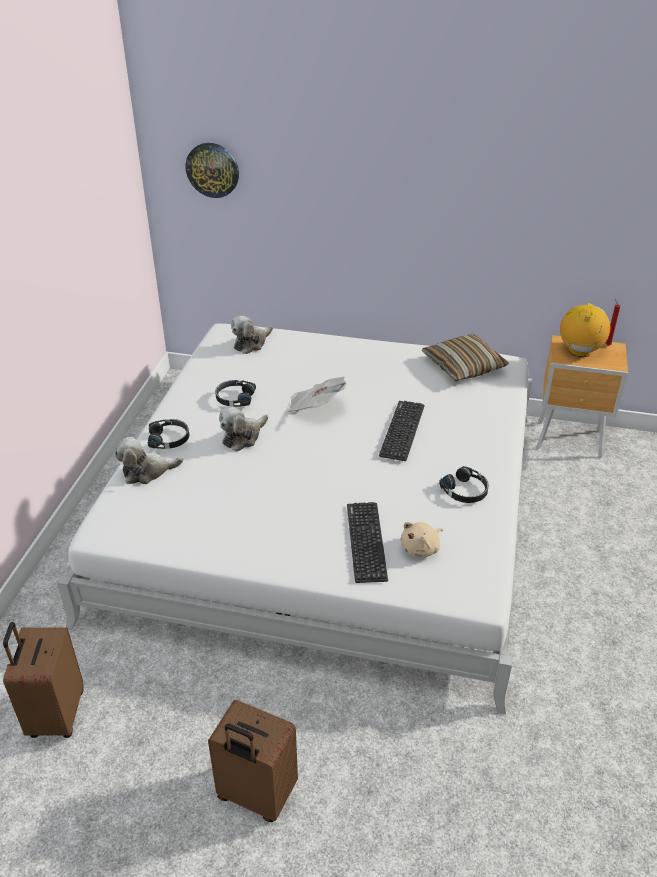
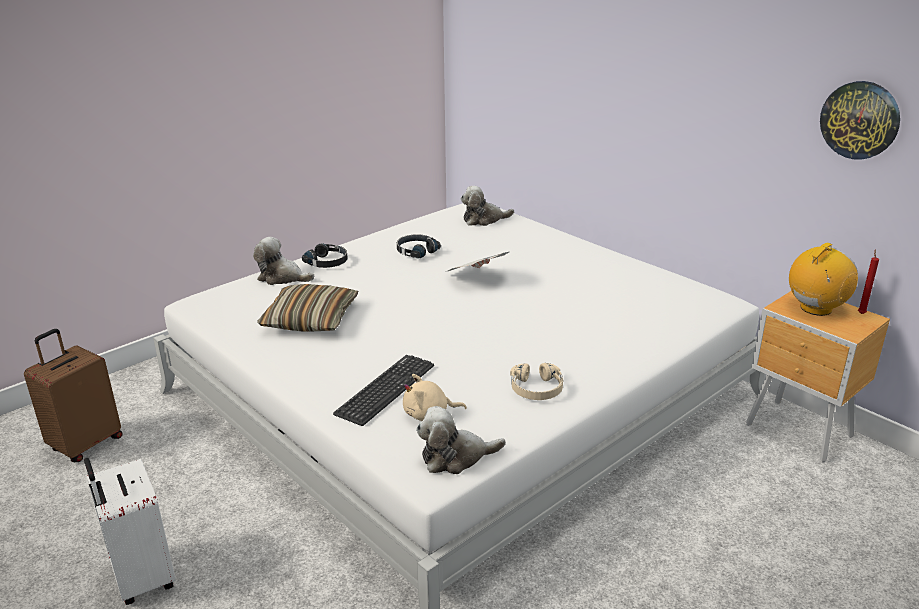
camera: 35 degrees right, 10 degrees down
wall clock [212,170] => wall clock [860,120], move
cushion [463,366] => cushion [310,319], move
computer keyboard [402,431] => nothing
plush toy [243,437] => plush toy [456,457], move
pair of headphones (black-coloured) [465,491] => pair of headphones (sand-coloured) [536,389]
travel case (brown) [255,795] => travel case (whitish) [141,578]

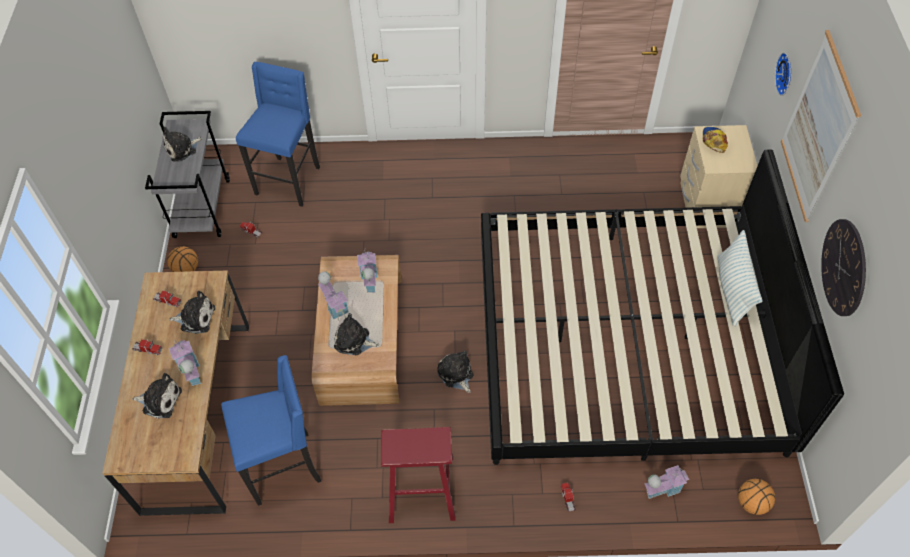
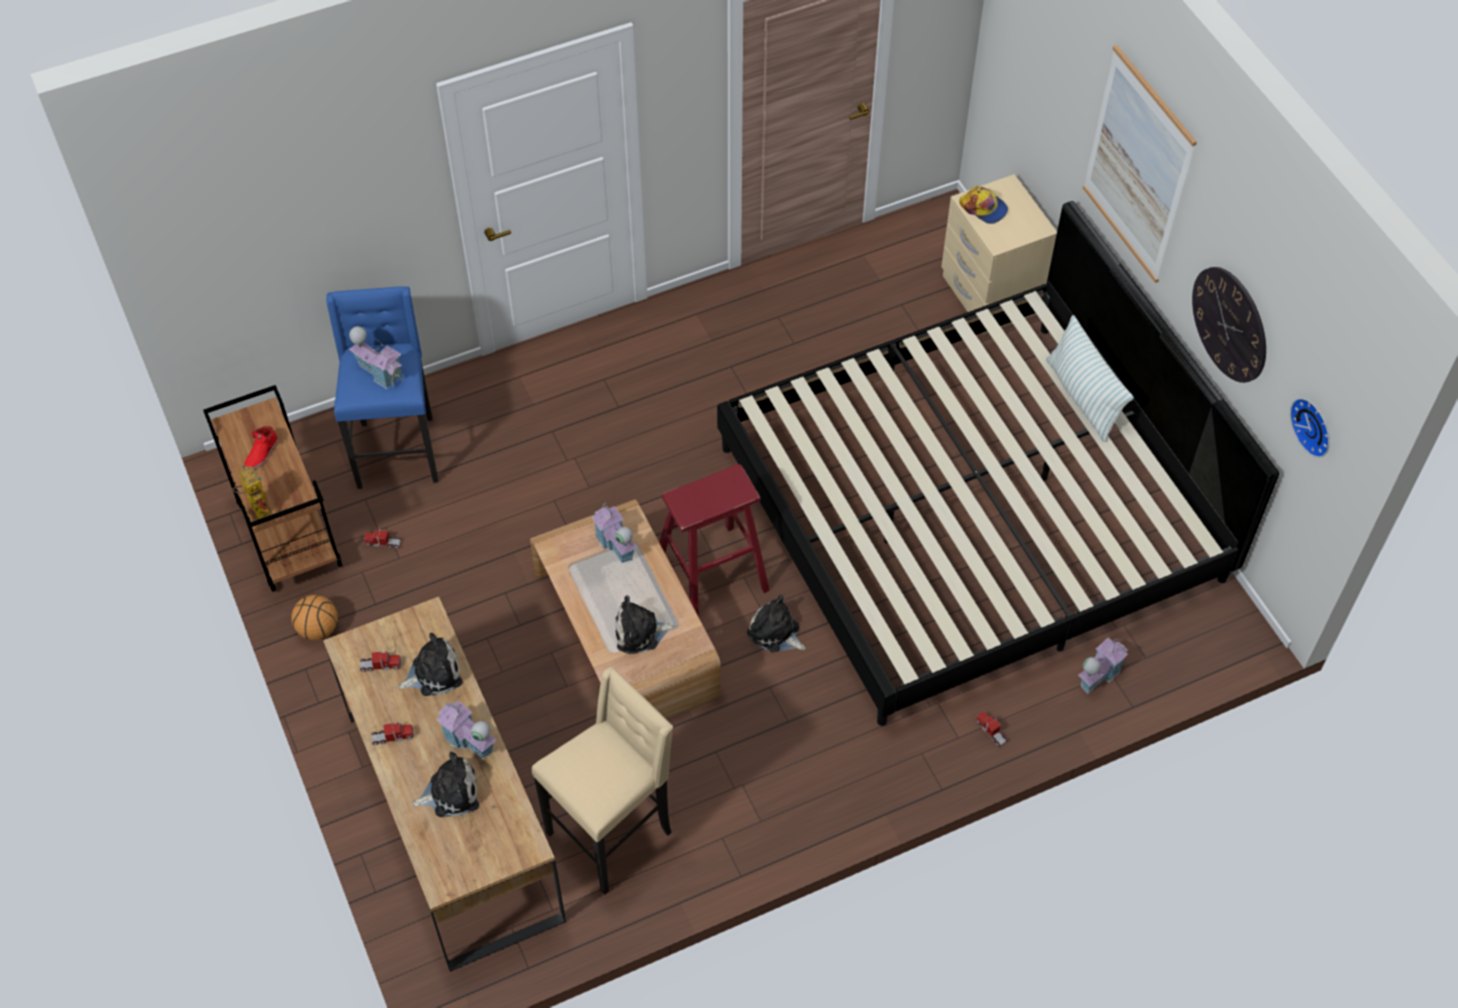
camera: 25 degrees left, 0 degrees up
wall clock [786,74] => wall clock [1314,426], move
wheeled cart (greyish) [202,207] => wheeled cart (brown) [288,534]
plush toy [182,149] => shoe (red-coloured) [262,453]
baseball cap [714,140] => baseball cap [984,208], 150 degrees clockwise
model house [335,305] => model house [380,372], move
stool seat (bluish) [285,466] => stool seat (sand-coloured) [612,833]
stool seat (red-coloured) [421,488] => stool seat (red-coloured) [712,572], move
basketball [752,503] => nothing
nothing => model robot [256,506]

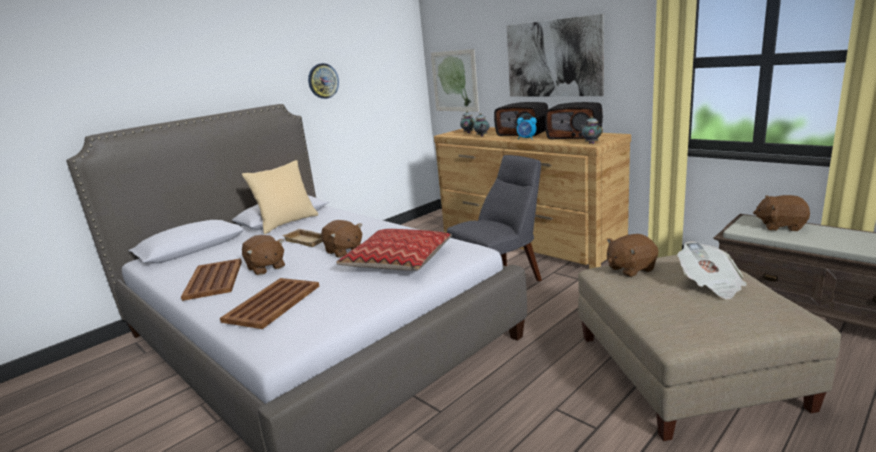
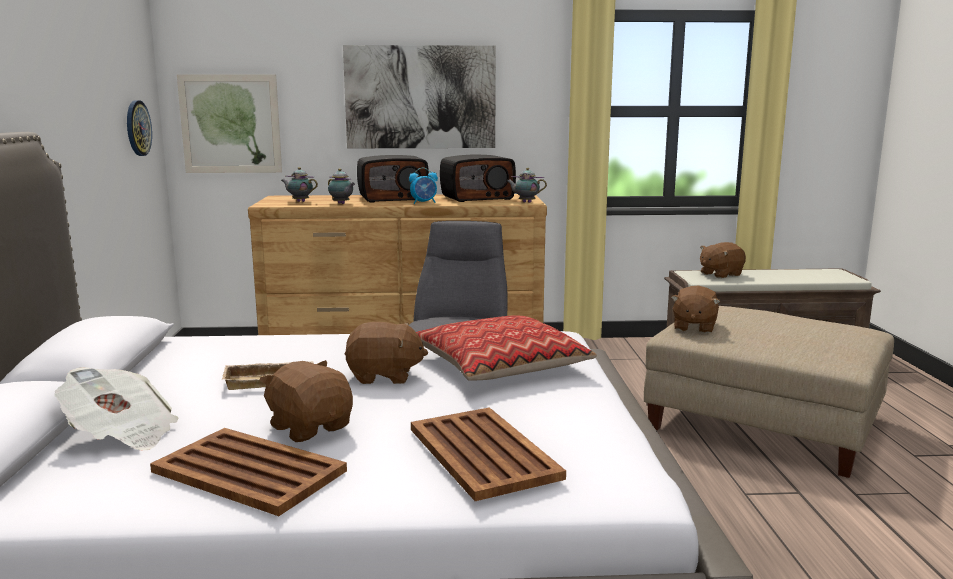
camera: 50 degrees left, 5 degrees down
wall clock [323,81] => wall clock [137,128], move
cushion (sand-coloured) [287,223] => nothing
plush toy (brown) [266,268] => plush toy (brown) [310,427], 135 degrees counterclockwise
newspaper [710,285] => newspaper [122,434], move

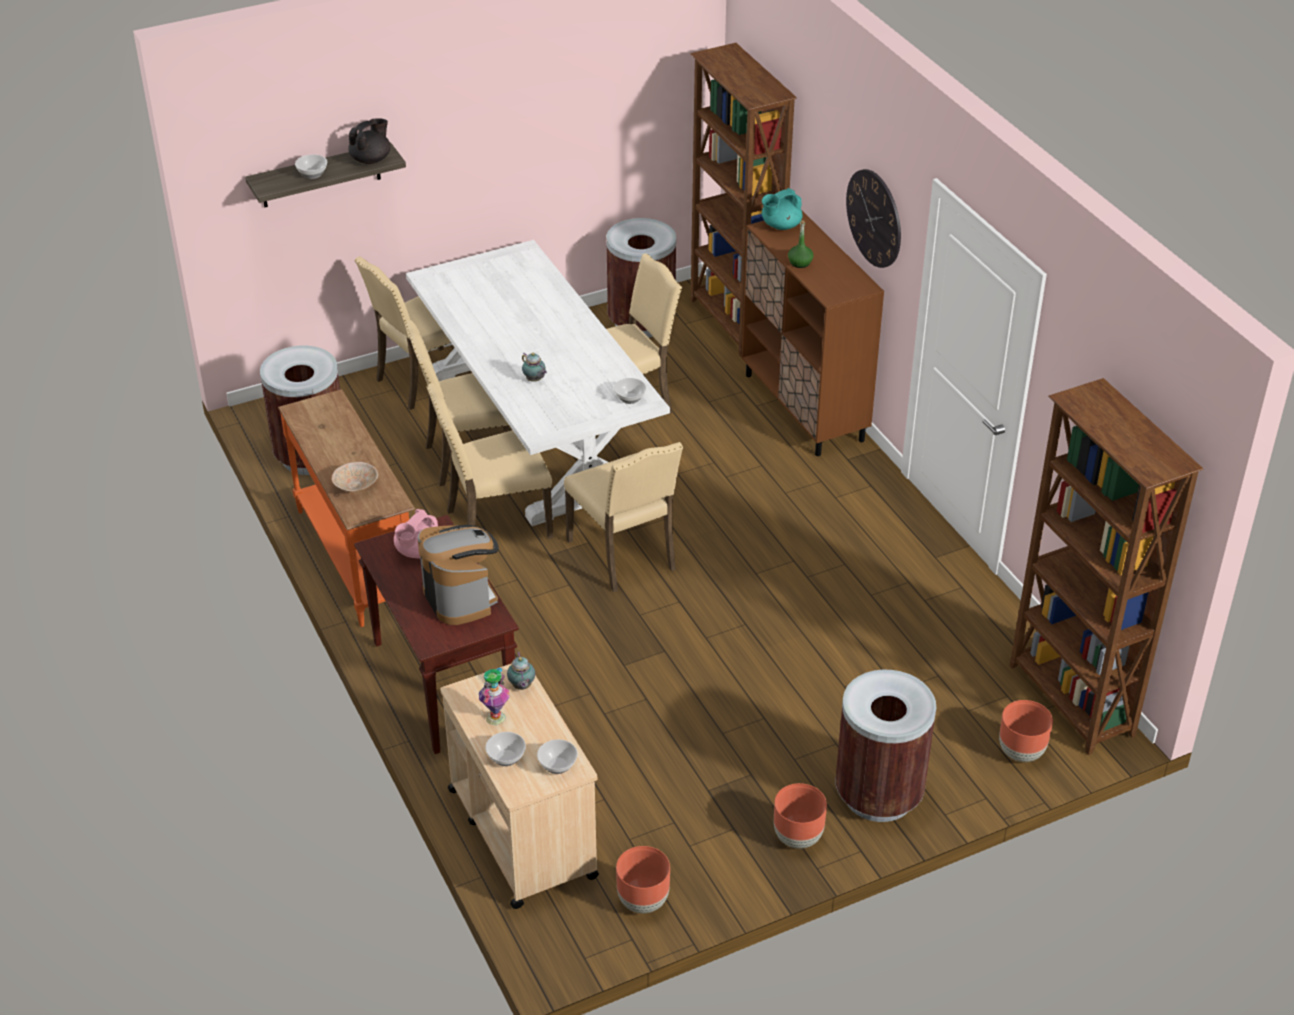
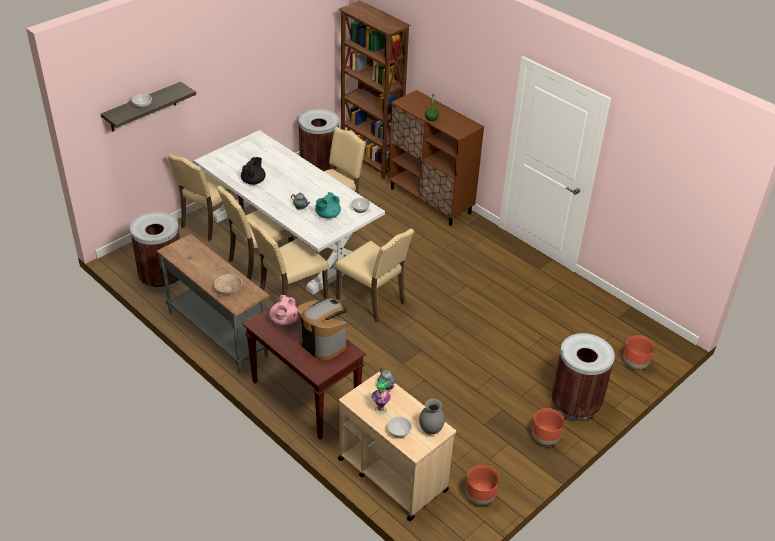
camera: 20 degrees left, 0 degrees up
tea pot (black-coloured) [371,159] => tea pot (black-coloured) [253,181], move
wall clock [874,218] => nothing
tea pot (turquoise-coloured) [780,226] => tea pot (turquoise-coloured) [327,215], move
shelving unit (brown) [1070,701] => nothing
narrow table (orangey) [357,558] => narrow table (greyish) [218,333]
deep dish [557,766] => flower vase (greyish) [431,430]

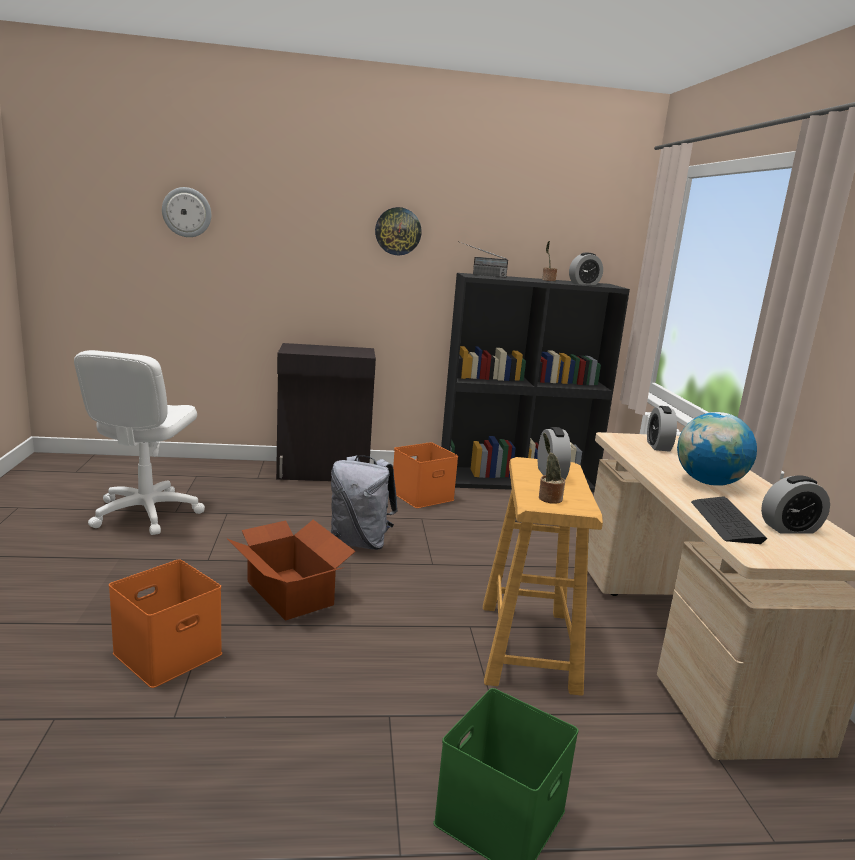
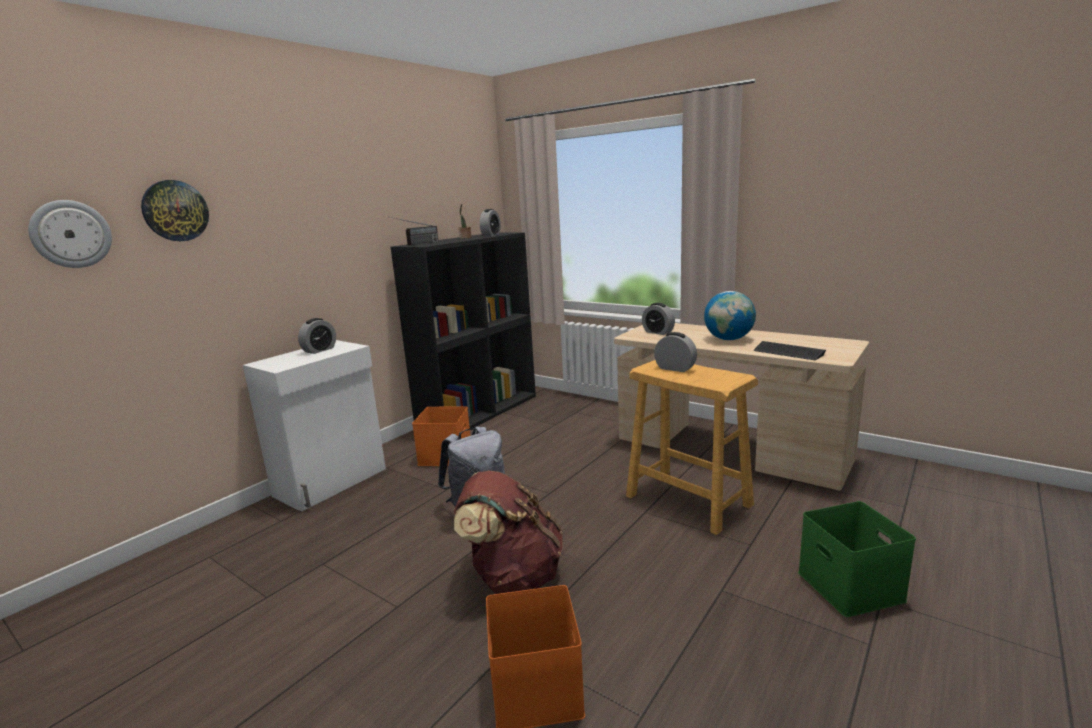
camera: 45 degrees left, 0 degrees up
wall clock [398,231] => wall clock [175,211], move
cabinet (black-coloured) [324,472] => cabinet (whitish) [332,482]
office chair (whitish) [145,513] => nothing
houseplant [548,498] => nothing
alarm clock [789,528] => alarm clock [319,350], move
packing box [290,592] => backpack (brown) [512,576]

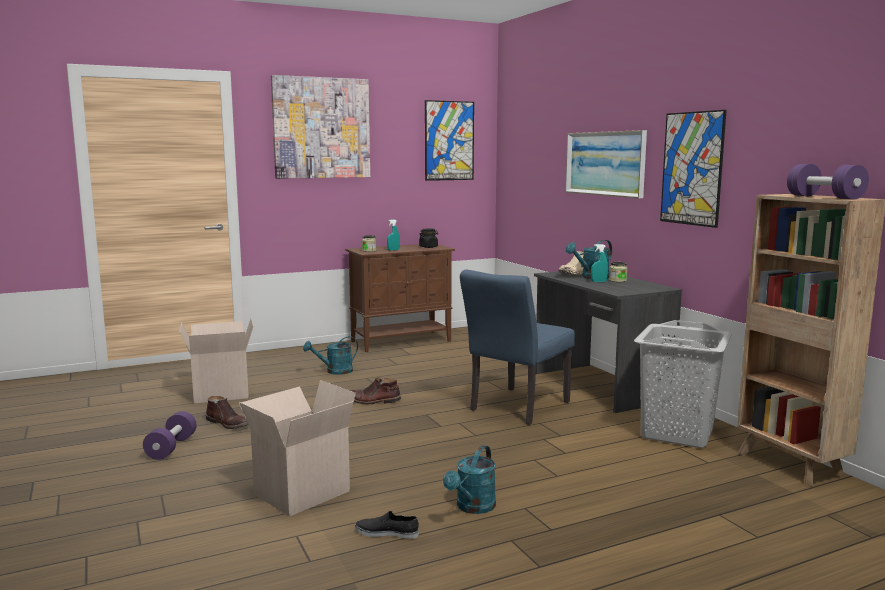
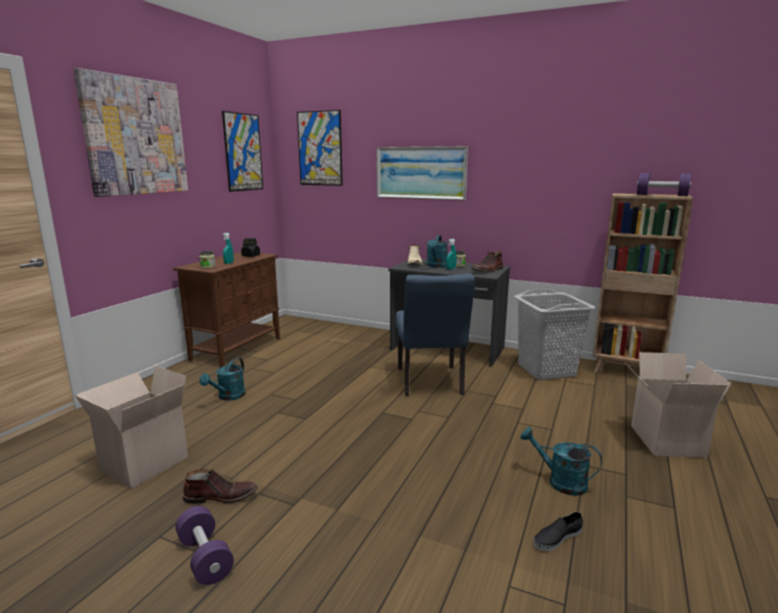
camera: 40 degrees left, 5 degrees up
picture [692,168] => picture [320,148], move
tall boot (brown) [372,401] => tall boot (brown) [487,270], move
packing box [301,491] => packing box [664,440], move
watering can (turquoise-coloured) [472,507] => watering can (turquoise-coloured) [560,481], 135 degrees clockwise

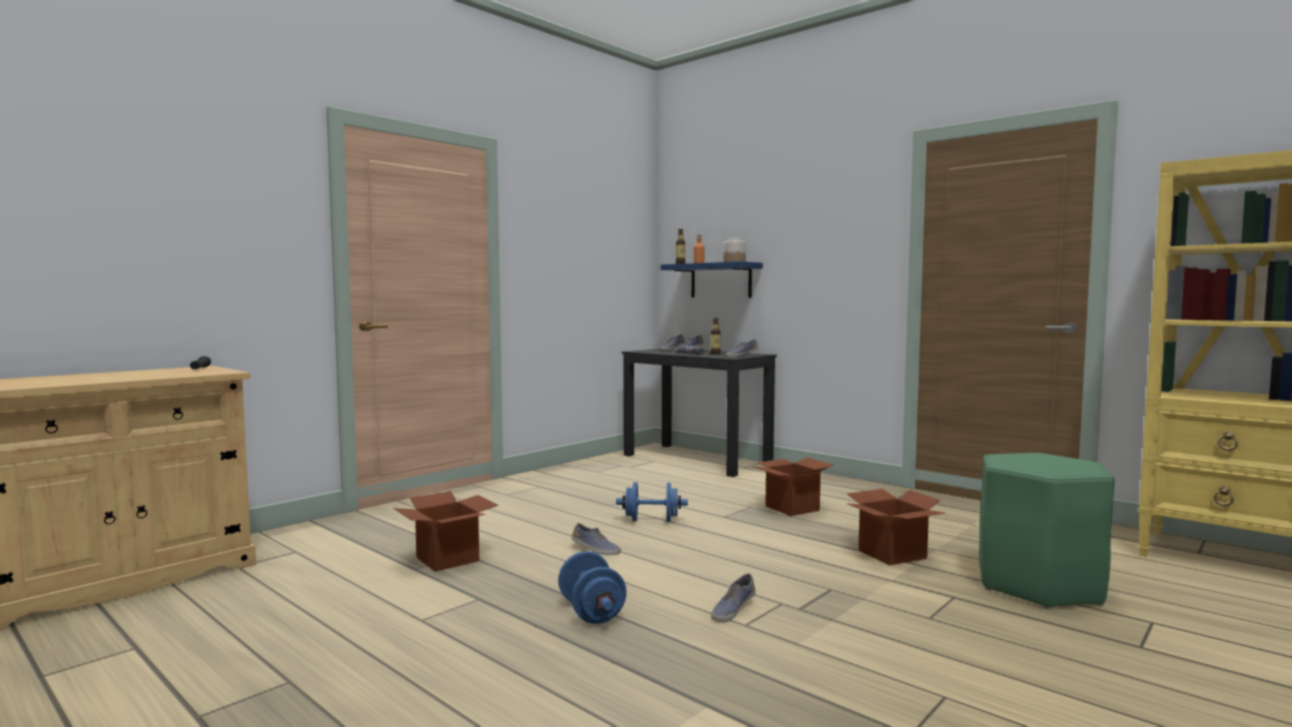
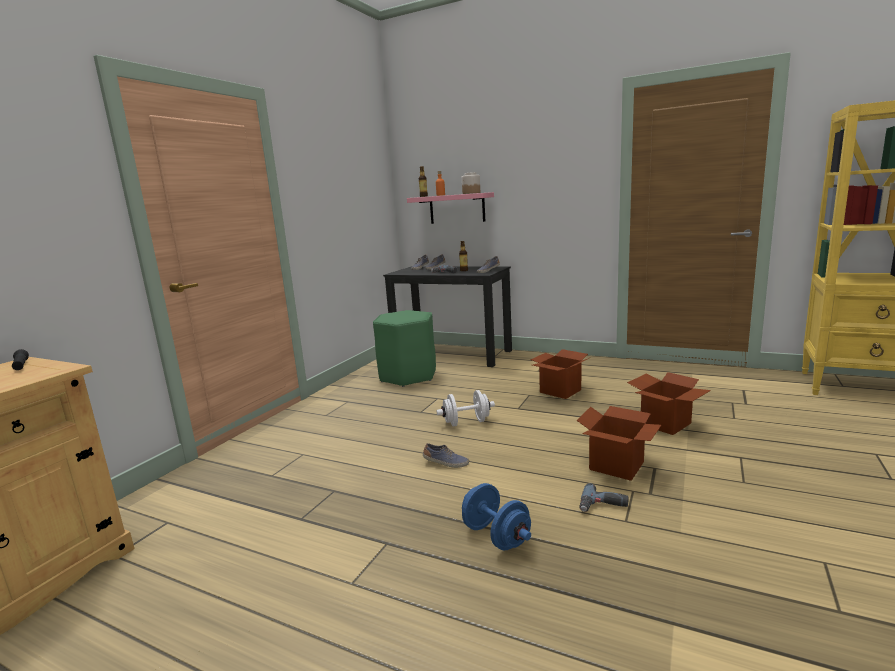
camera: 15 degrees left, 10 degrees up
wall shelf (bluish) [721,280] => wall shelf (pink) [457,208]
stool seat (green-coloured) [1038,586] => stool seat (green-coloured) [408,376], move
dumbbell (bluish) [651,520] => dumbbell (whitish) [466,422]
packing box [447,559] => packing box [616,466], move
shoe [732,610] => power drill [603,506]

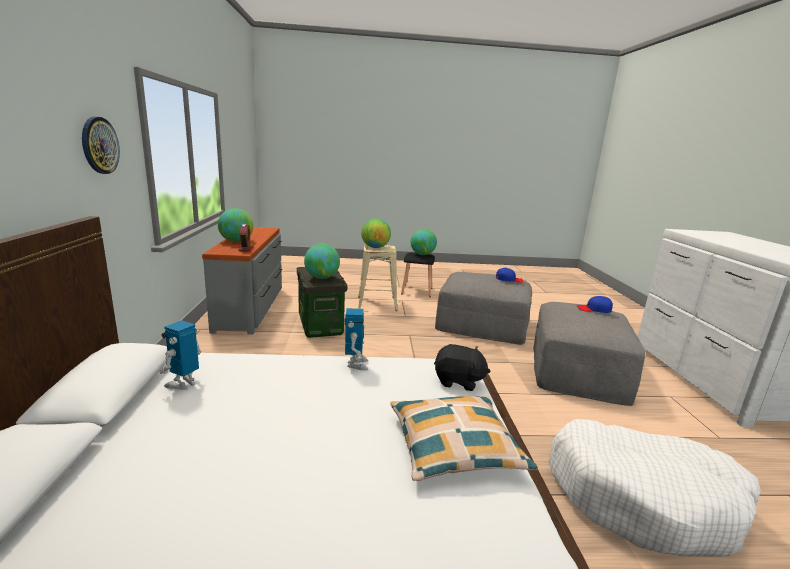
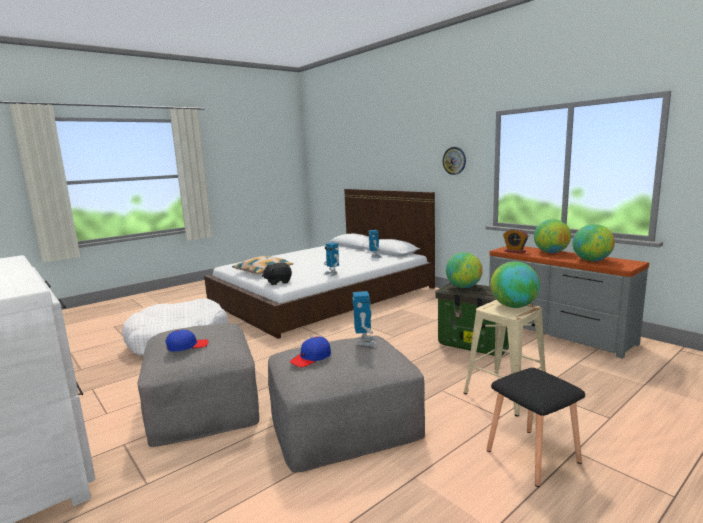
camera: 145 degrees right, 5 degrees down
desk globe [422,254] => desk globe [591,260], move
nothing => model robot [365,342]

